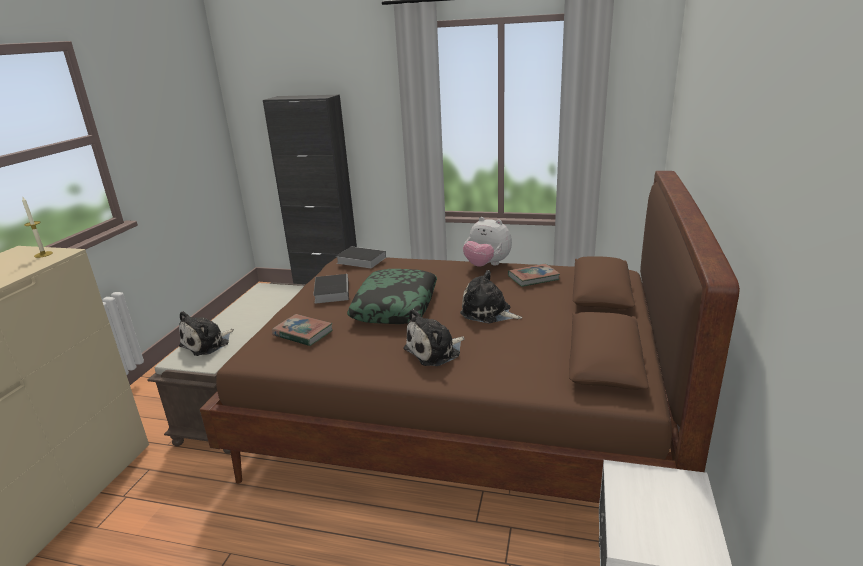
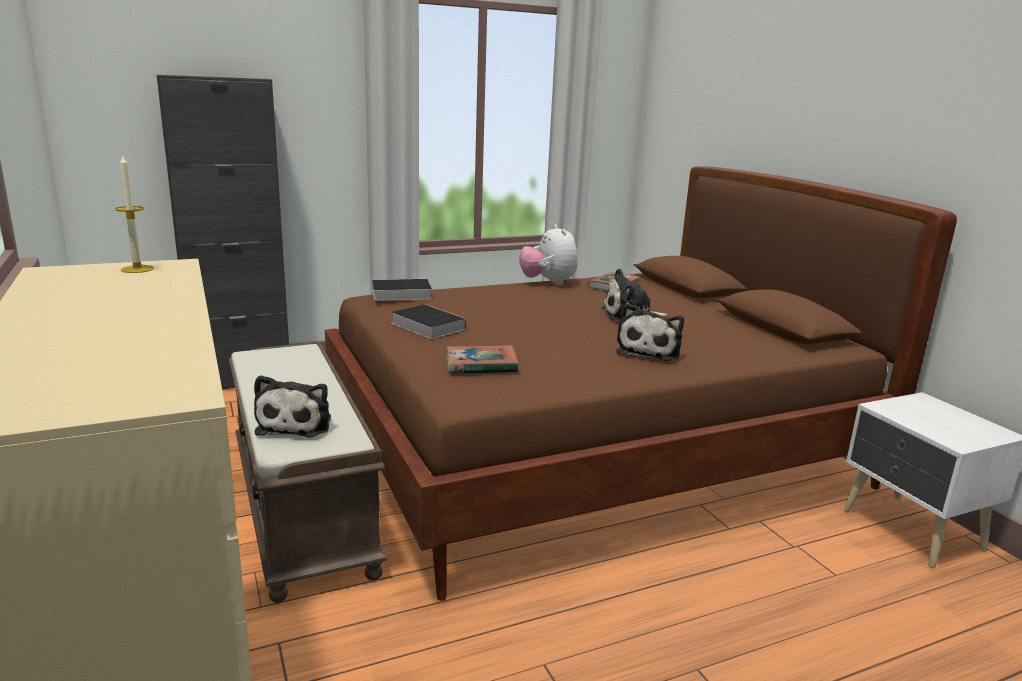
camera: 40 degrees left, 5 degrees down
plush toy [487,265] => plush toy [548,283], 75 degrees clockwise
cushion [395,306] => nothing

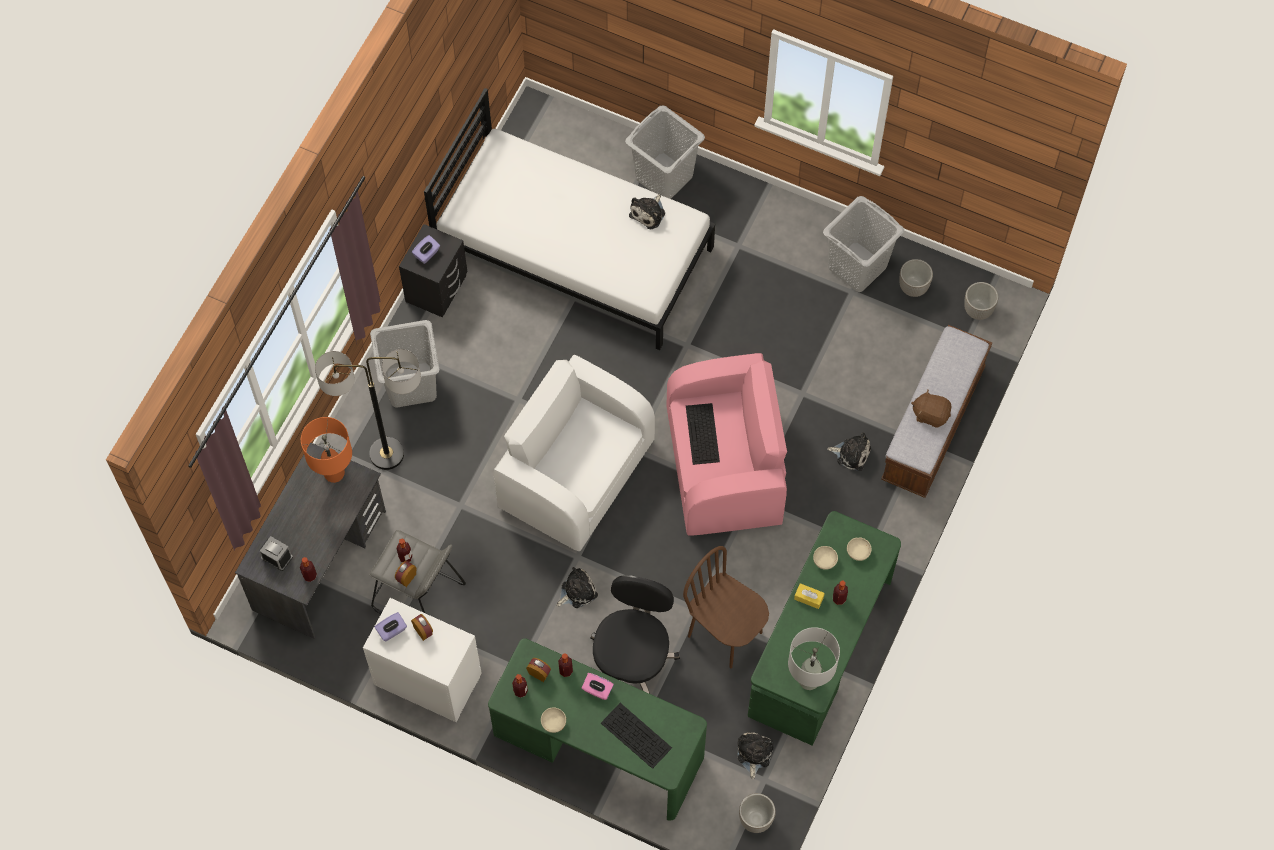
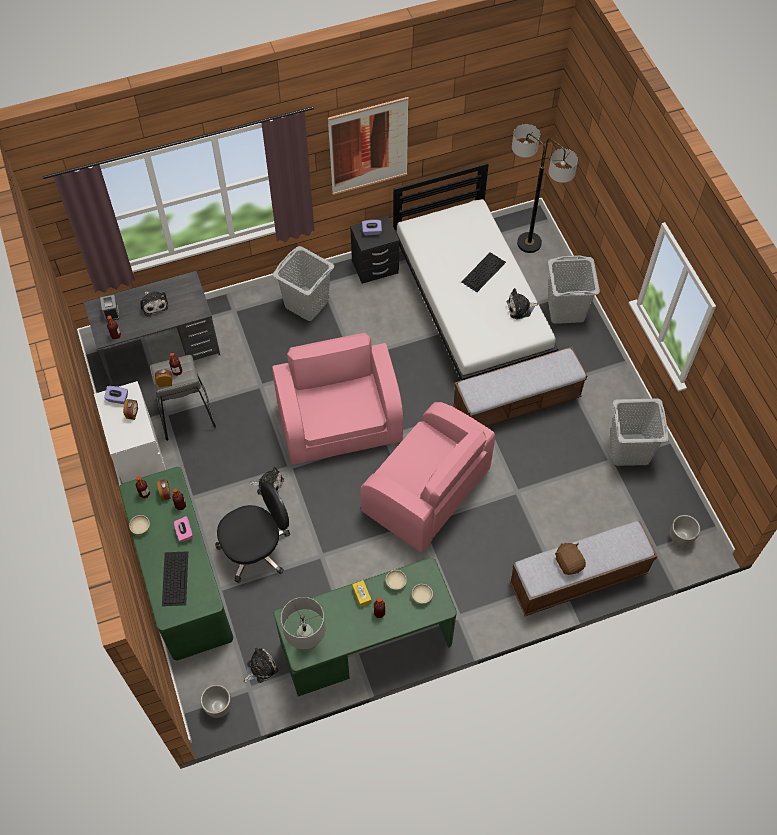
camera: 45 degrees right, 5 degrees down
flower pot [912,287] => nothing
standing lamp [386,454] => standing lamp [529,243], move
easy chair (whitish) [576,472] => easy chair (pink) [340,422]
computer keyboard [703,434] => computer keyboard [483,272], move
tabletop lamp (orangey) [334,474] => nothing
plush toy [851,453] => plush toy [153,304], move
chair (brown) [725,633] => nothing
nothing => picture [368,146]
nothing => bench [517,402]

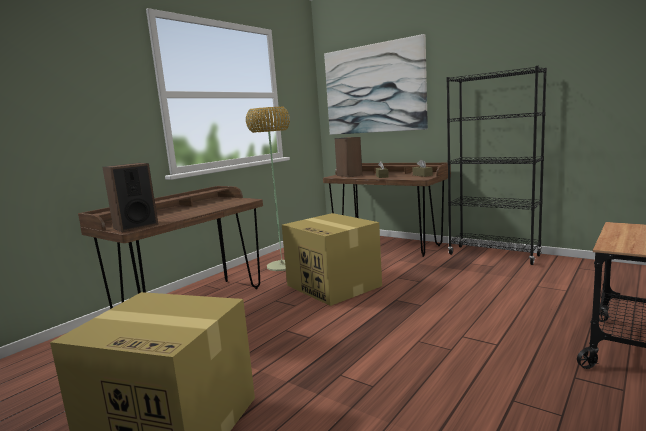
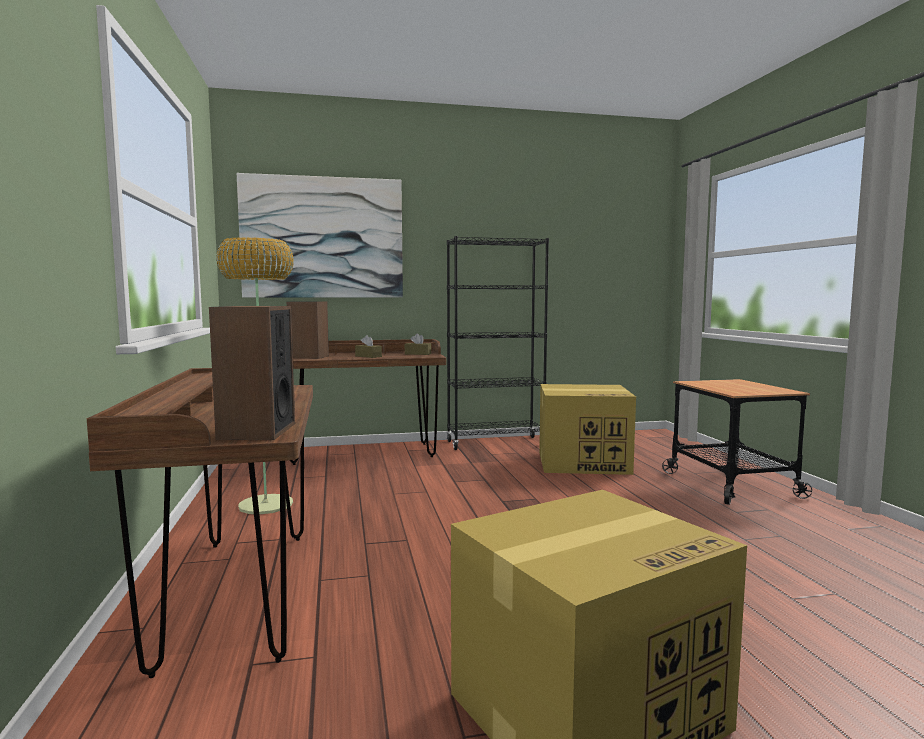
camera: 50 degrees left, 5 degrees down
packing box [334,286] => packing box [584,462], move

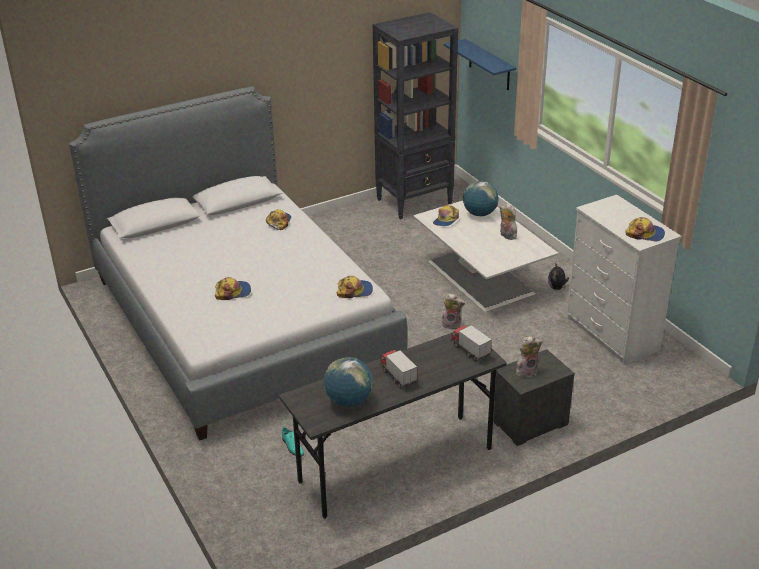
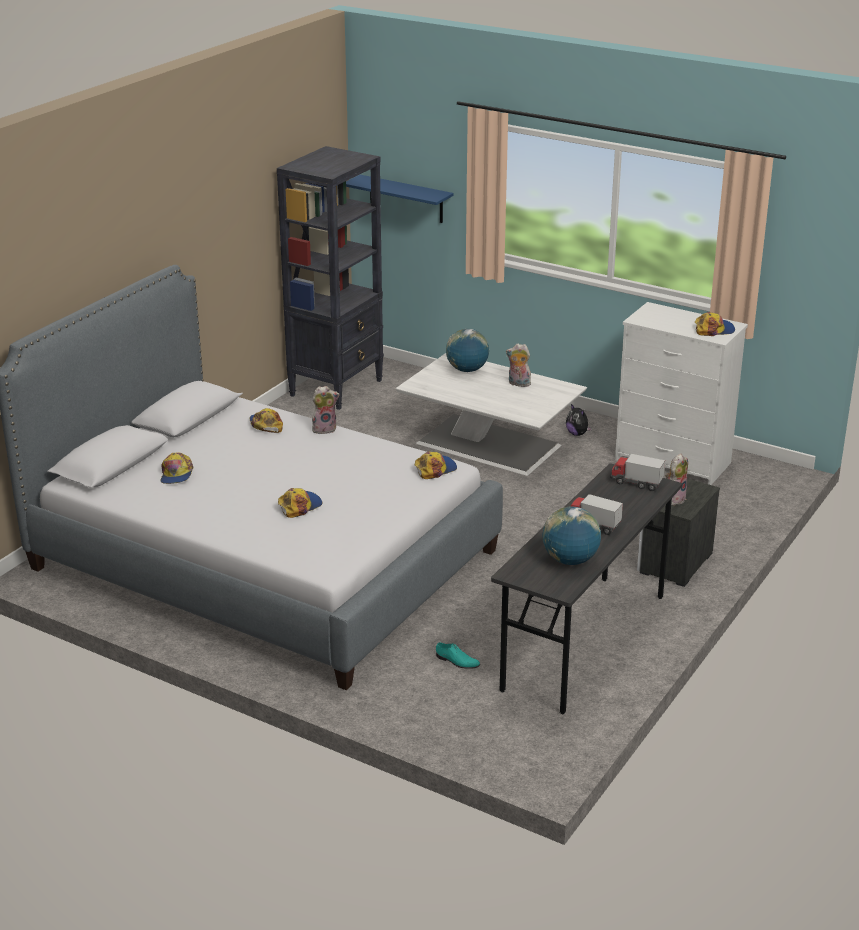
camera: 30 degrees left, 5 degrees down
baseball cap [446,220] => baseball cap [176,474], move
plush toy [452,324] => plush toy [324,429], move

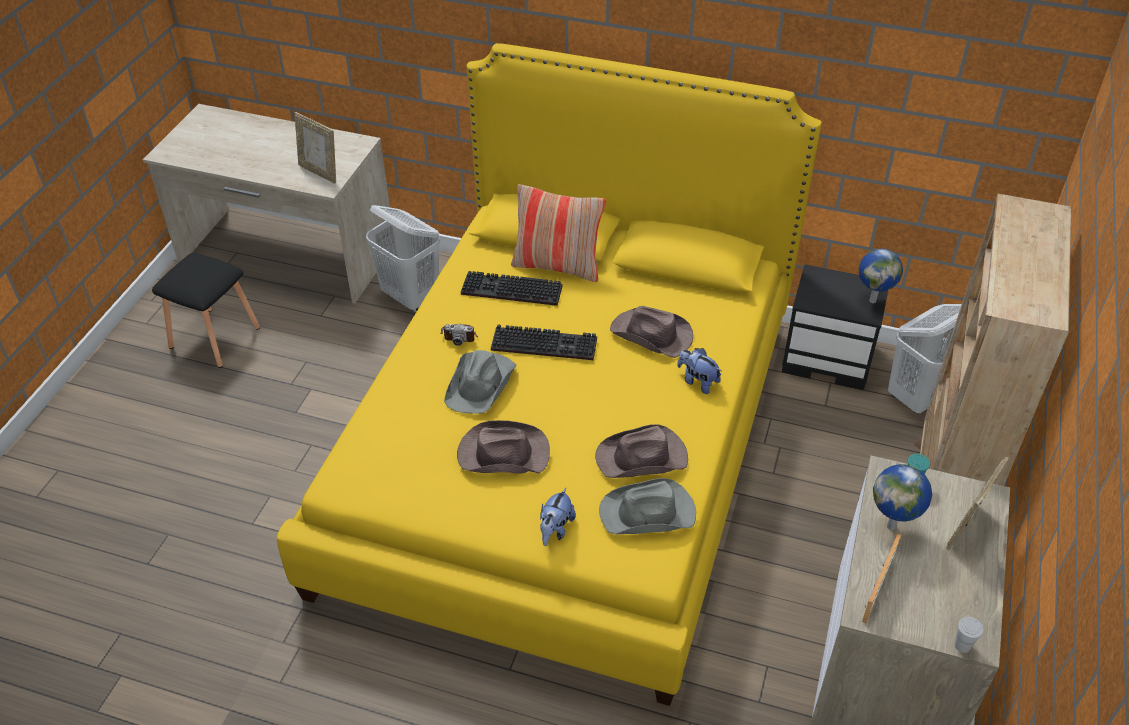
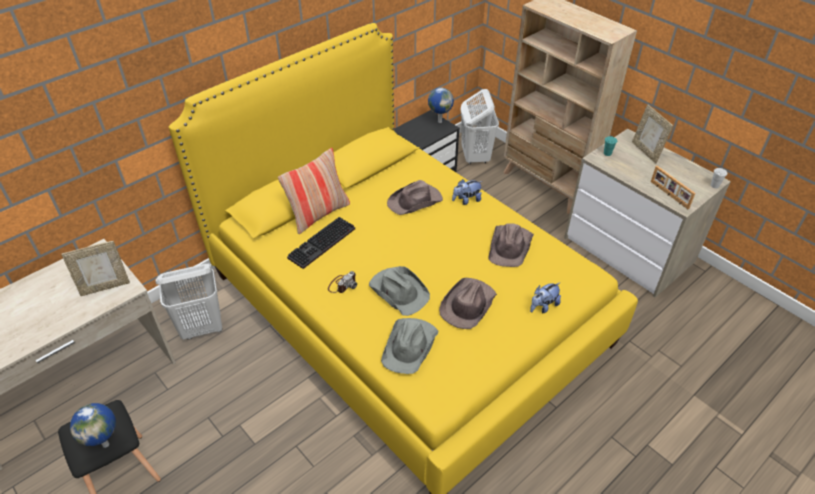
camera: 60 degrees left, 0 degrees up
computer keyboard [546,343] => nothing
desk globe [892,526] => desk globe [106,443], move
clothing hat (greyish) [648,513] => clothing hat (greyish) [410,346], move
plush toy [555,529] => plush toy [543,306], 90 degrees clockwise

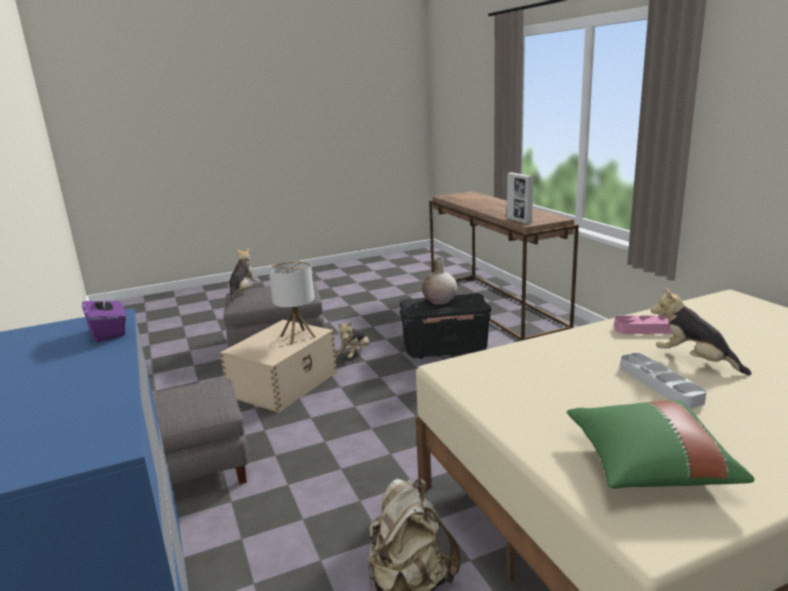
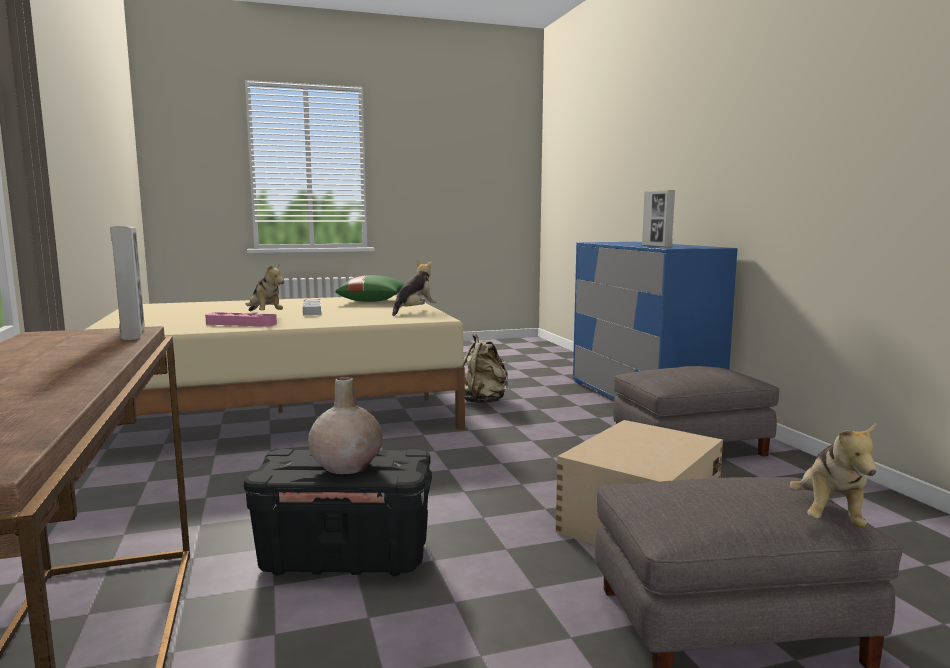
camera: 175 degrees left, 10 degrees down
tabletop lamp [298,336] => nothing
tissue box (purple-coloured) [109,332] => standing frame [656,246]
plush toy [355,354] => plush toy [414,311], move

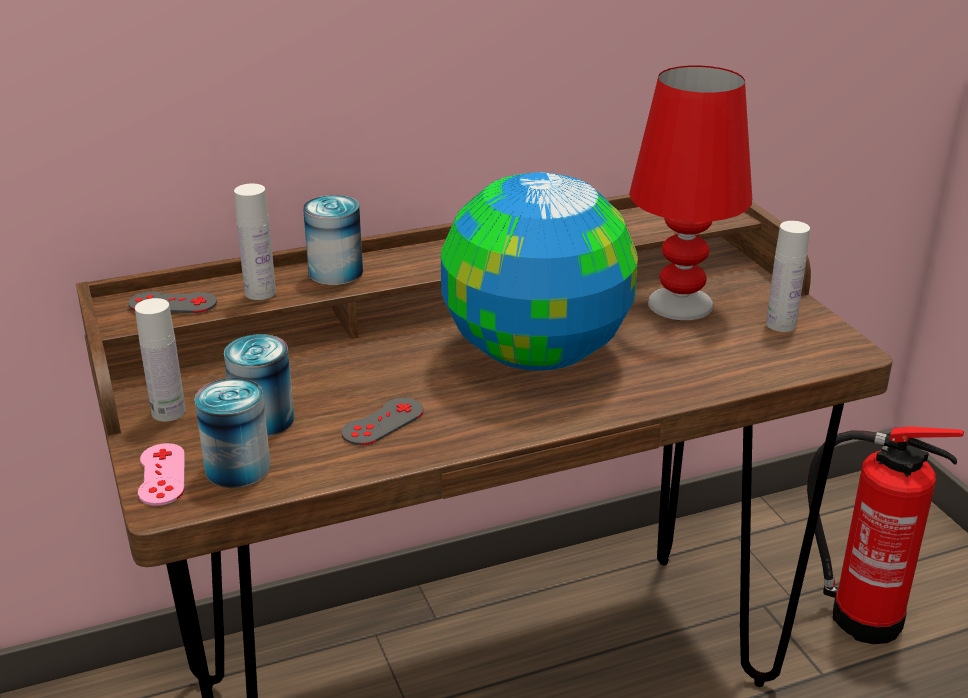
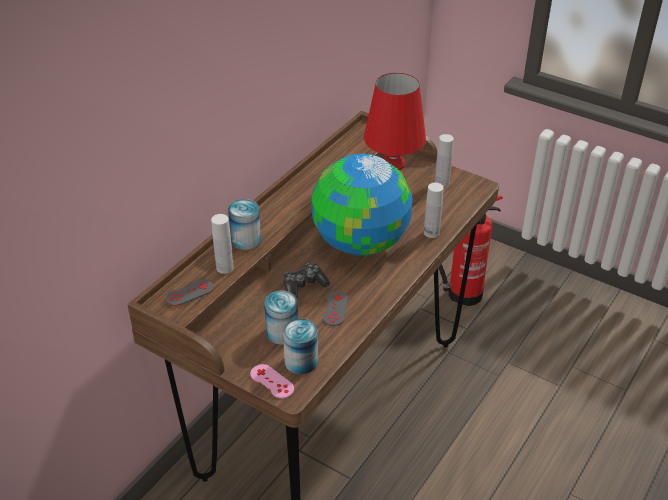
camera: 35 degrees left, 10 degrees up
beverage bottle (whitish) [168,412] => beverage bottle (whitish) [431,233], move
nothing => game controller [304,286]

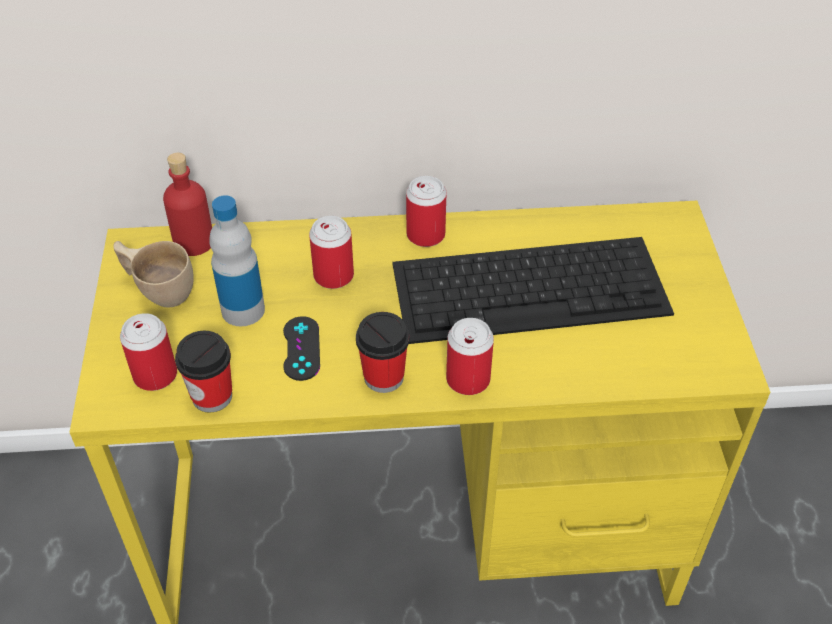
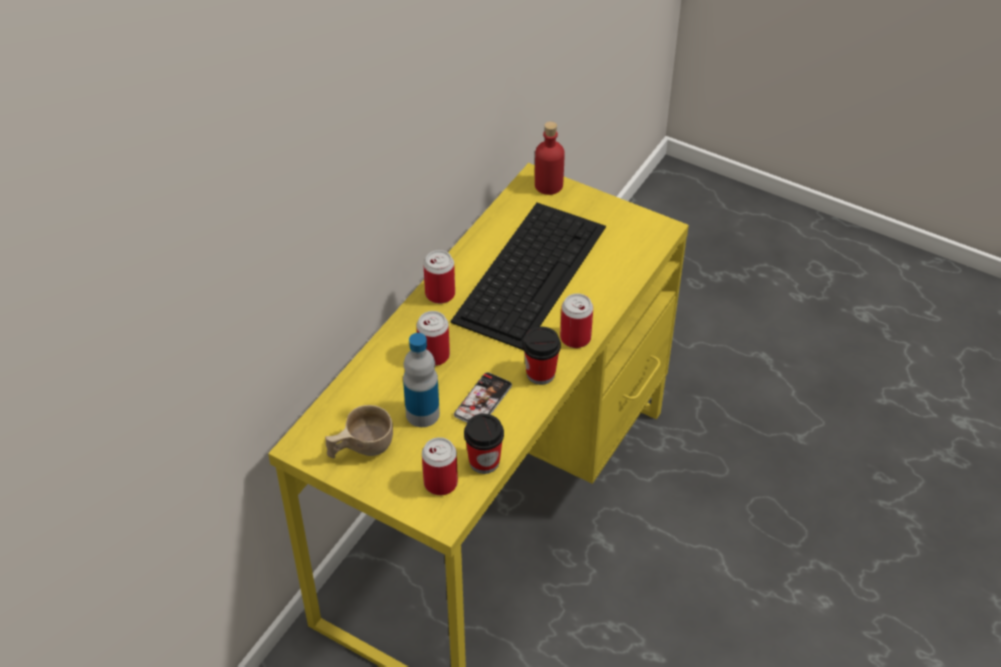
camera: 55 degrees left, 0 degrees up
beverage bottle (red-coloured) [194,242] => beverage bottle (red-coloured) [548,185], move
game controller (black-coloured) [301,348] => phone [483,400]

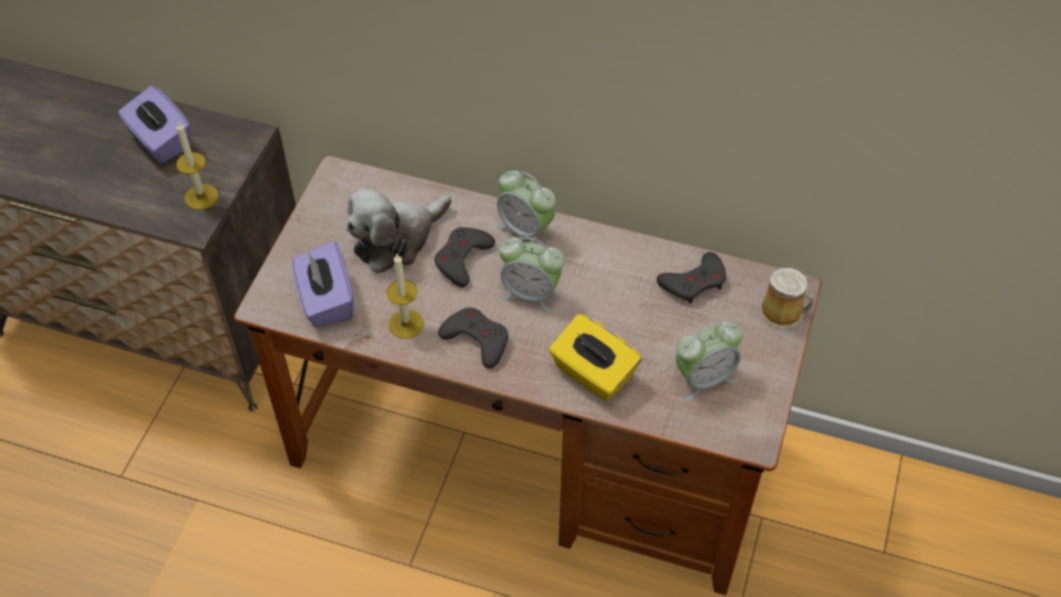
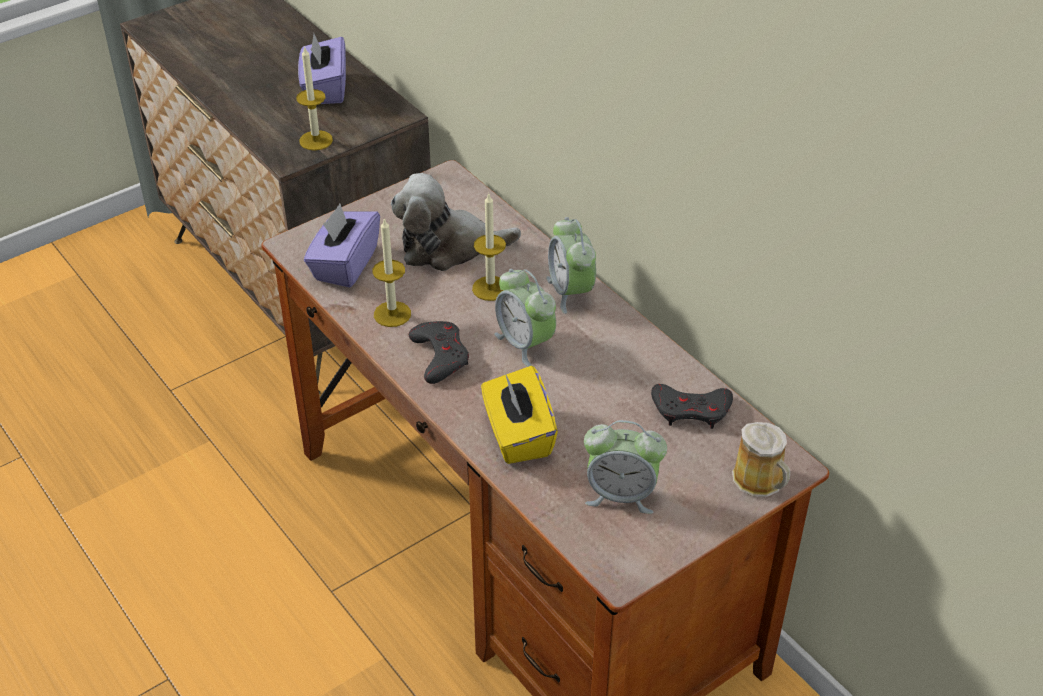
camera: 35 degrees right, 10 degrees down
game controller (greyish) [462,259] => wax candle [490,288]

